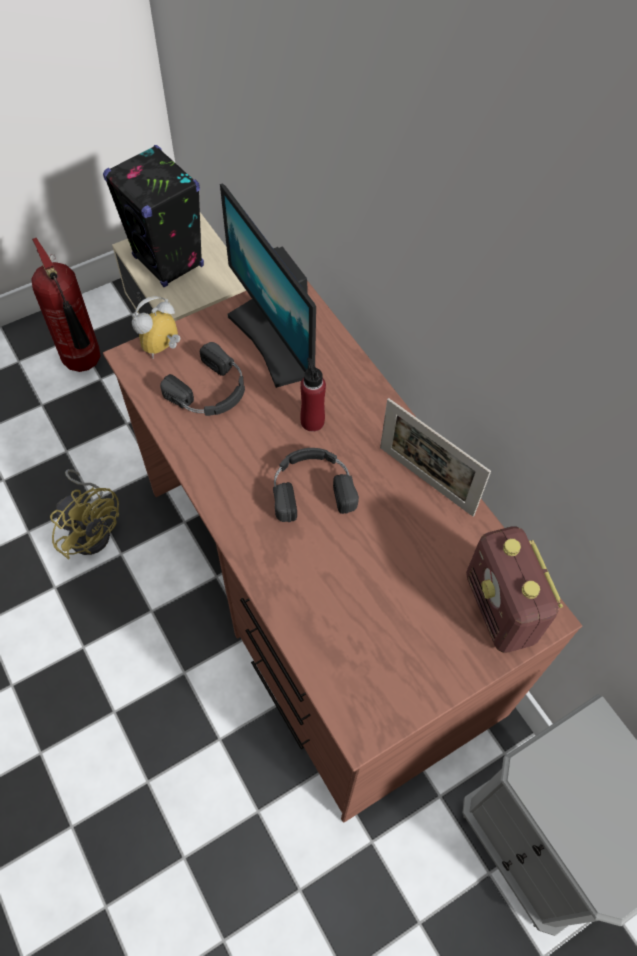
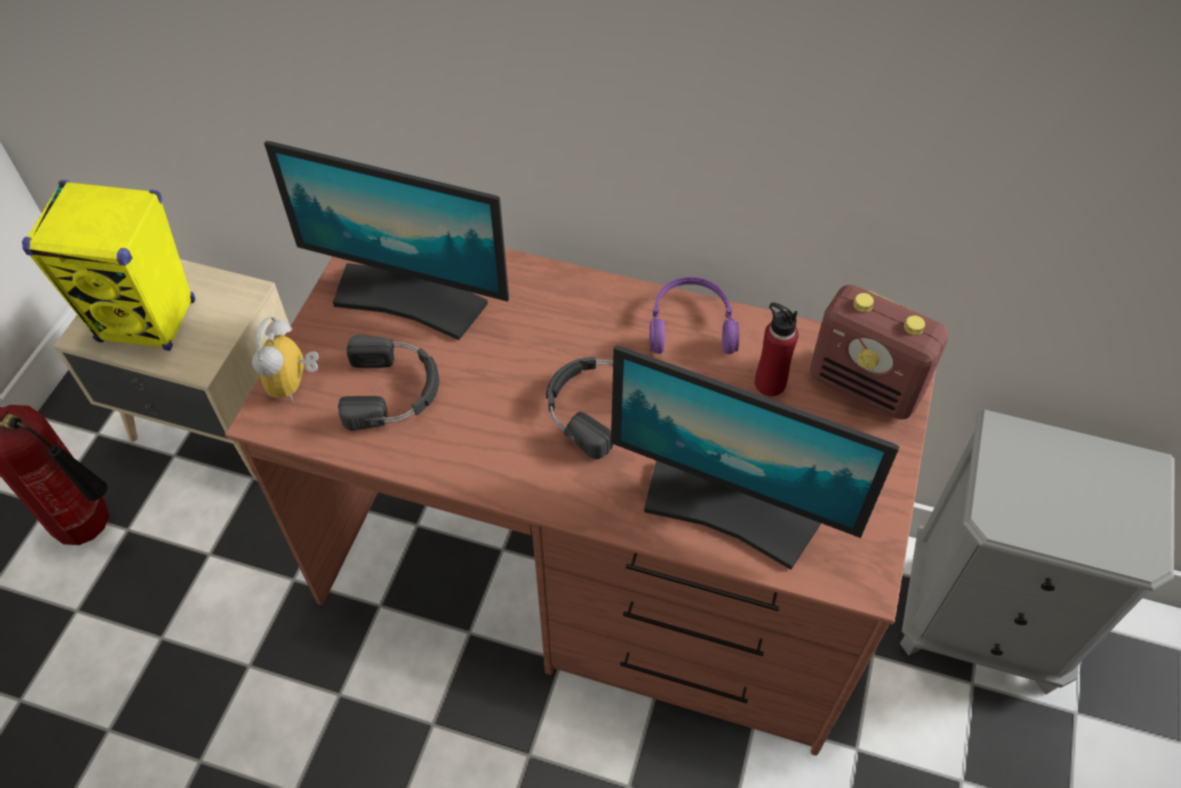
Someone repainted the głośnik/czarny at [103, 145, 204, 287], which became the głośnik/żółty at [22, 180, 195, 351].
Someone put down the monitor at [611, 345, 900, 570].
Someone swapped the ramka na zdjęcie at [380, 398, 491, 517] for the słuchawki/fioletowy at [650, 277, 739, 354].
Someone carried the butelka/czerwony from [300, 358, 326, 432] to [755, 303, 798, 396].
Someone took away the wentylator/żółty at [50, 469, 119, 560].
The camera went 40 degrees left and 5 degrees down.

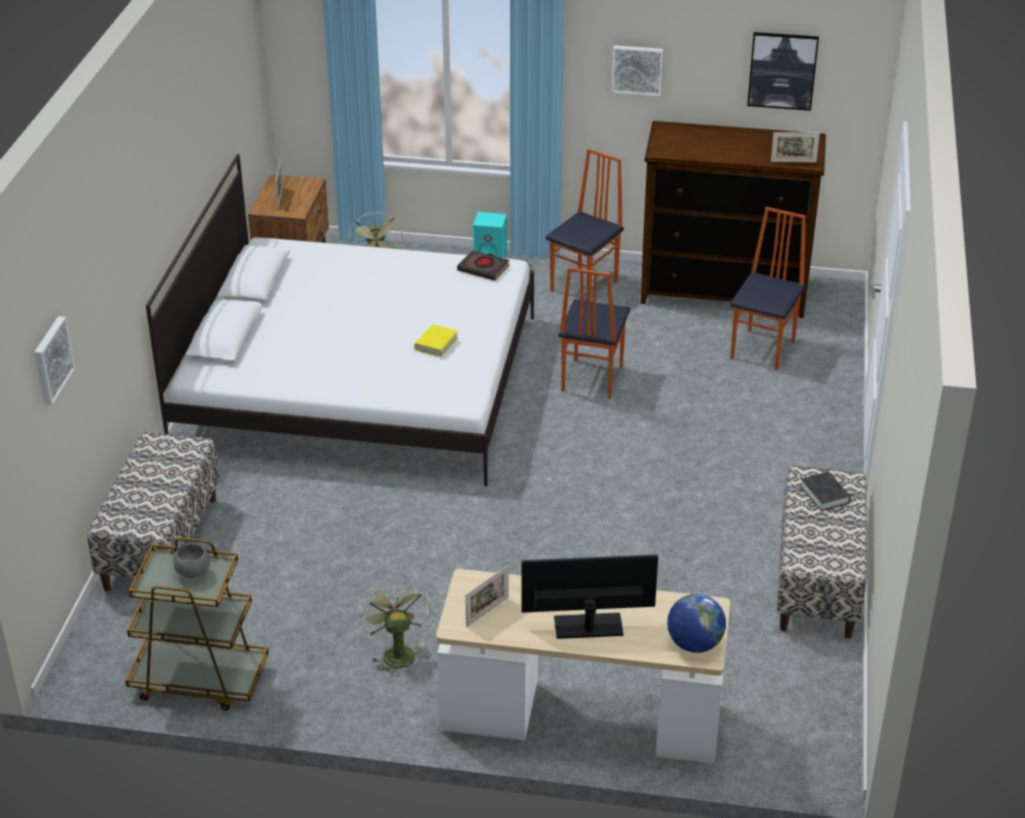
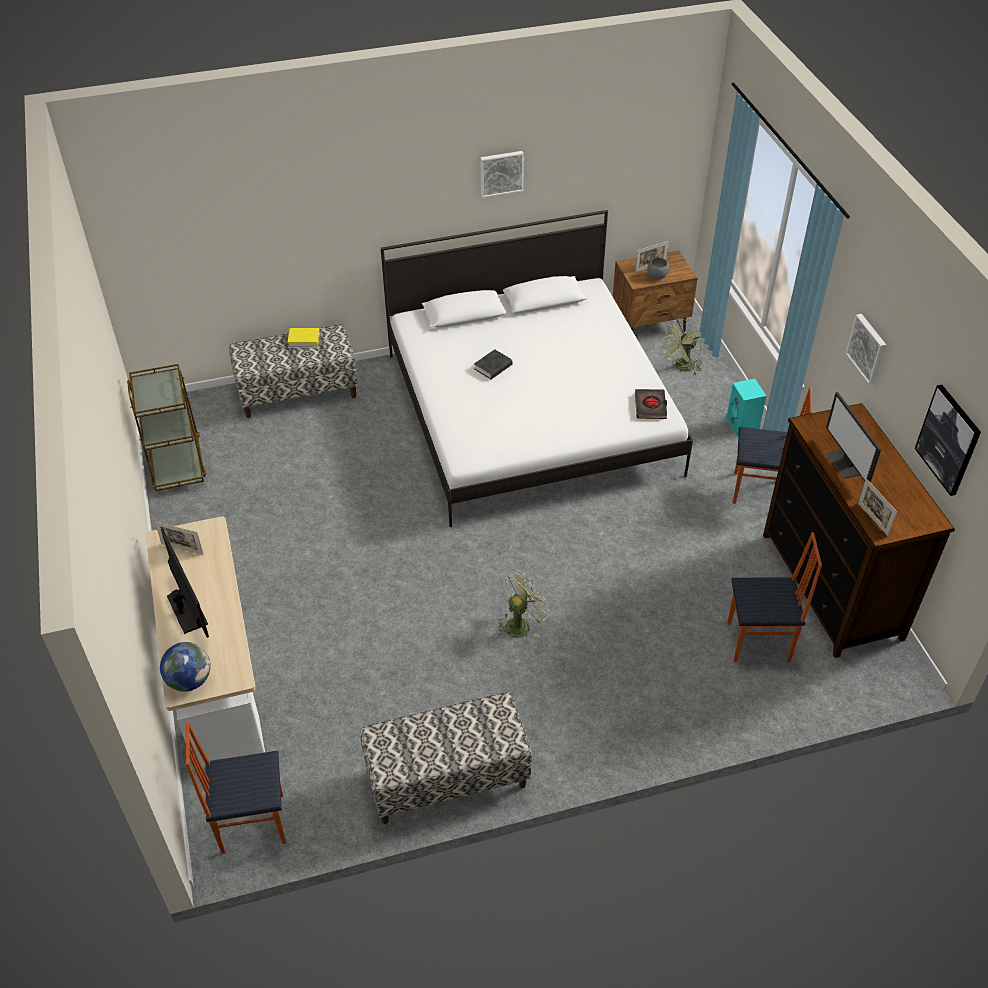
Someone carried the krzesło from [558, 267, 630, 399] to [186, 721, 286, 854].
Someone carried the książka/żółty from [414, 324, 458, 357] to [287, 328, 320, 348].
Someone carried the książka/czarny from [800, 472, 851, 511] to [474, 349, 513, 379].
Someone carried the obraz from [34, 316, 75, 405] to [480, 151, 524, 198].
Someone carried the wentylator/zielony from [359, 583, 431, 677] to [497, 571, 551, 638].
Someone carried the miska/szary from [173, 544, 210, 578] to [647, 258, 669, 279].
Someone put down the monitor at [826, 392, 881, 483].
The camera went 65 degrees right and 10 degrees up.

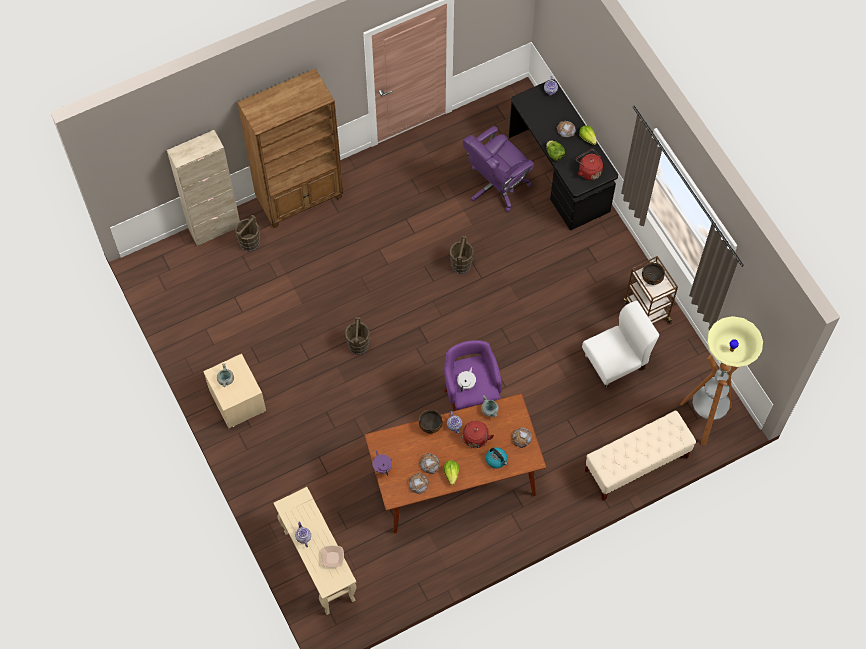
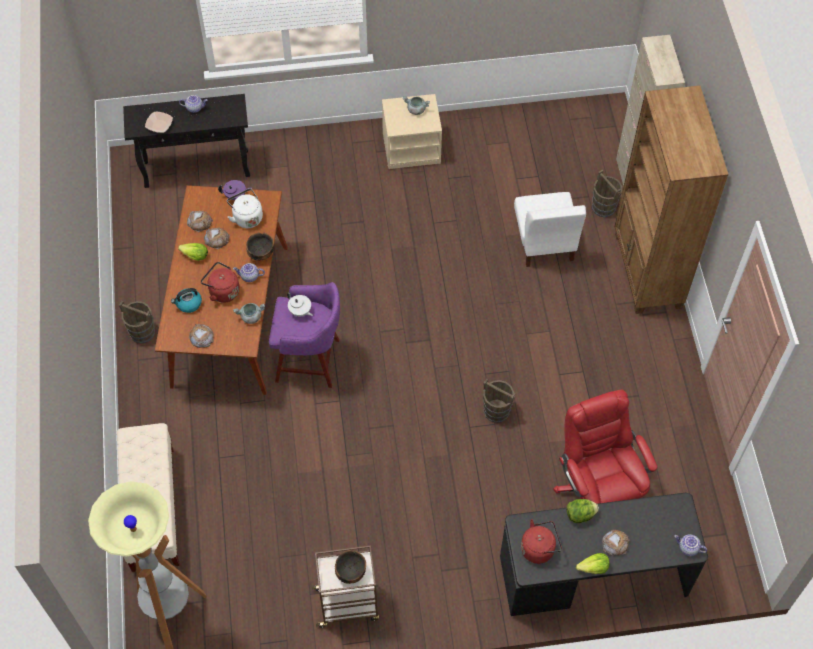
Someone carried the wiadro/brązowy from [345, 317, 370, 355] to [119, 301, 155, 343].
Someone repainted the stolik konsolowy/beżowy at [274, 487, 356, 615], which became the stolik konsolowy/czarny at [123, 94, 250, 188].
Someone put down the czajnik/biały at [227, 188, 263, 228].
Someone carried the krzesło/biały from [582, 301, 659, 388] to [514, 192, 586, 267].
Someone repainted the krzesło biurowe/fioletowy at [463, 126, 534, 212], which became the krzesło biurowe/czerwony at [553, 390, 657, 504].
The camera went 110 degrees right and 5 degrees down.

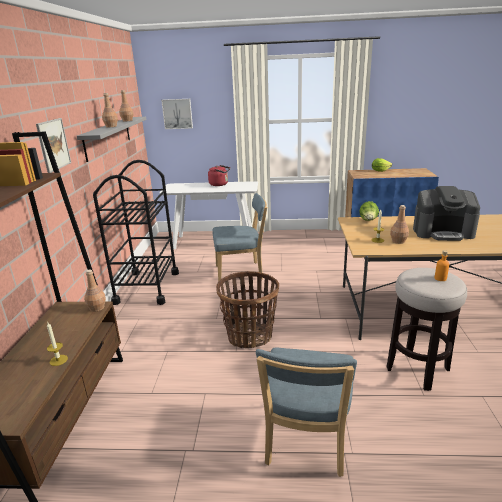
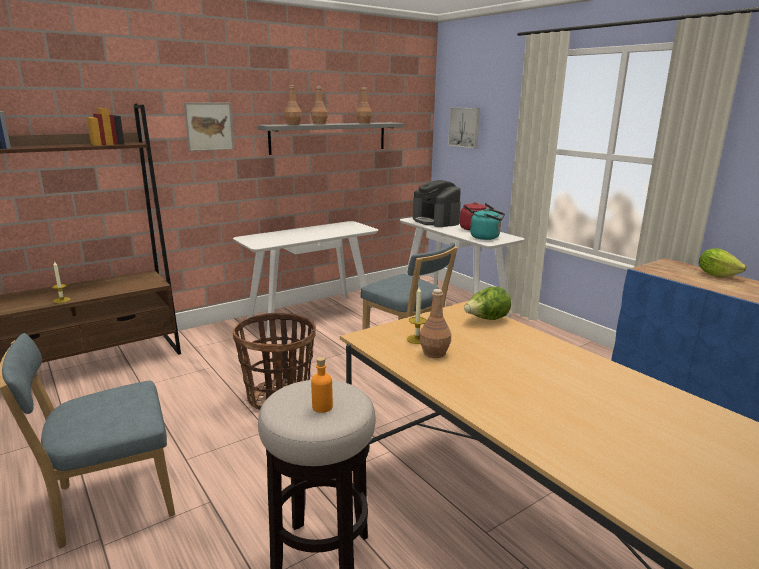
Someone swapped the wózek/czarny at [93, 160, 179, 305] for the stolik konsolowy/biały at [233, 221, 378, 337].
Someone carried the butelka/brązowy from [84, 270, 106, 312] to [284, 86, 302, 125].
Someone carried the ekspres do kawy from [413, 186, 480, 241] to [413, 180, 461, 227].
Someone put down the czajnik/turkusowy at [470, 209, 505, 240].
The camera went 50 degrees right and 5 degrees down.

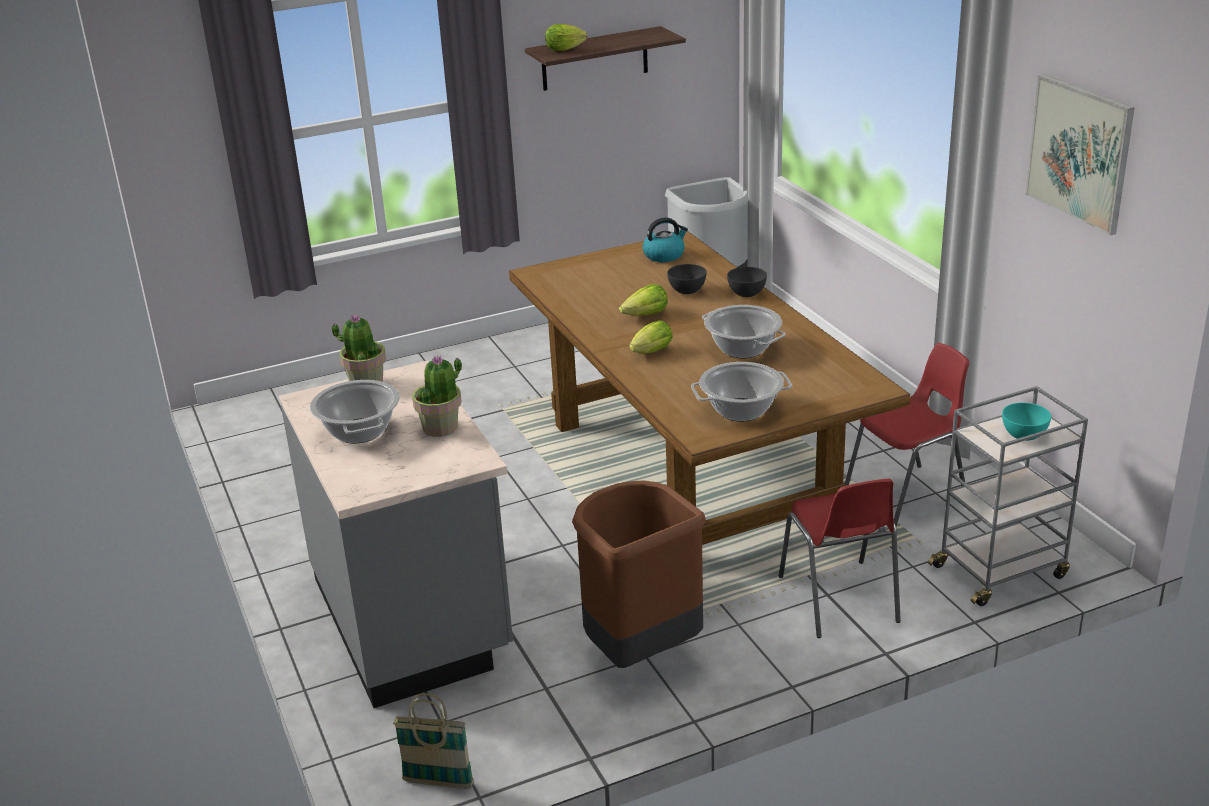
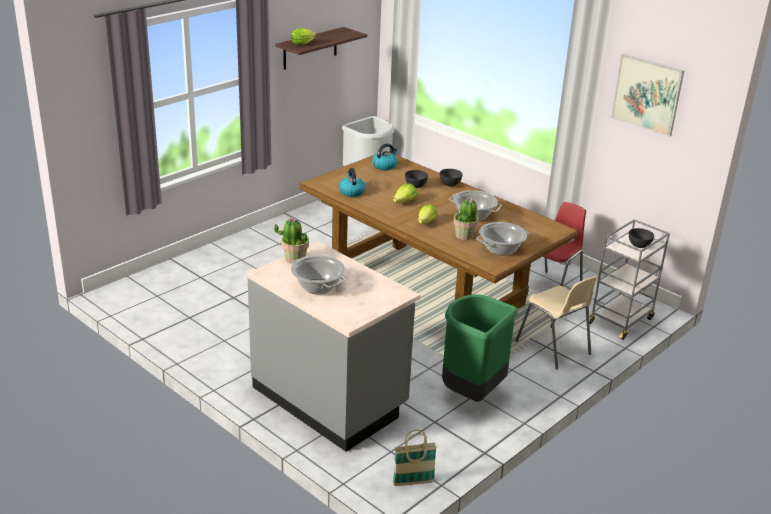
Someone put down the czajnik at [339, 168, 366, 197].
Someone repainted the kosz na śmieci/brązowy at [572, 480, 706, 668], which became the kosz na śmieci/zielony at [442, 294, 518, 402].
Someone carried the roślina doniczkowa from [412, 355, 462, 437] to [453, 197, 479, 240].
Someone repainted the krzesło/czerwony at [779, 479, 901, 638], which became the krzesło/beżowy at [515, 276, 598, 370].
Someone repainted the miska/turkusowy at [1002, 403, 1051, 441], which became the miska/szary at [629, 228, 654, 248].
The camera went 25 degrees left and 0 degrees up.

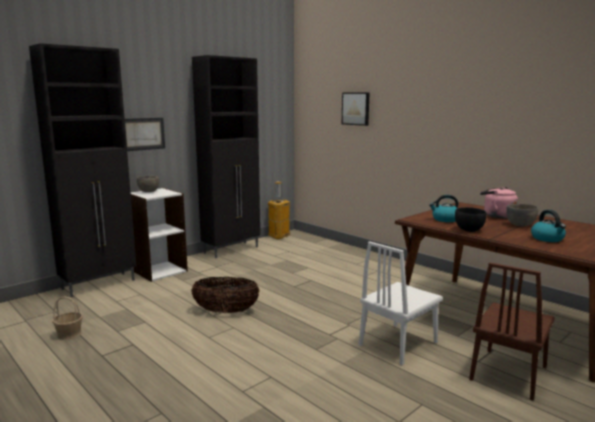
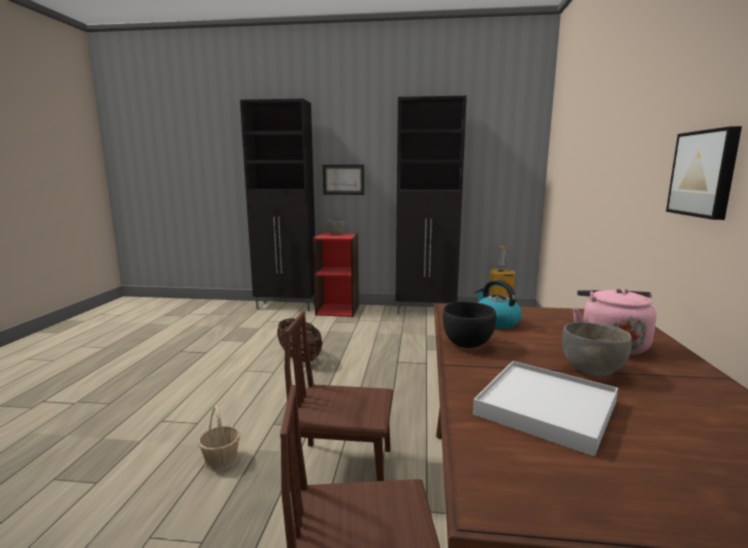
Someone carried the koszyk from [52, 296, 83, 340] to [198, 405, 240, 471].
Someone repainted the krzesło/biały at [359, 241, 443, 365], which became the krzesło/brązowy at [285, 311, 393, 492].
Someone repainted the regał/biały at [131, 188, 188, 282], which became the regał/czerwony at [313, 232, 359, 317].
Someone swapped the czajnik at [531, 210, 566, 242] for the taca/biały at [473, 361, 618, 457].
Someone carried the obraz from [342, 92, 370, 126] to [666, 126, 742, 220].
The camera went 50 degrees right and 0 degrees up.

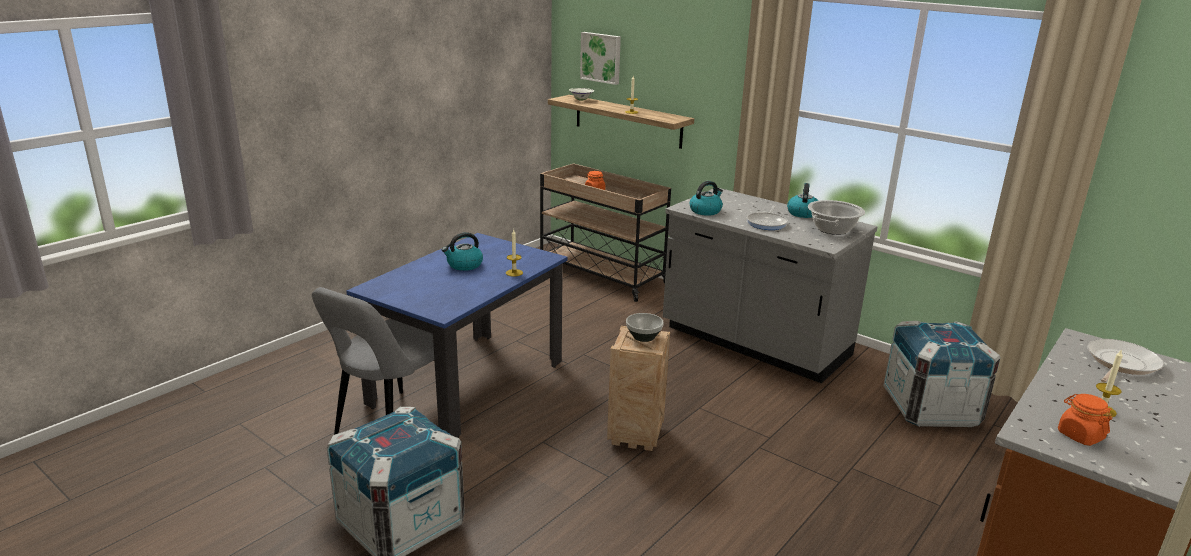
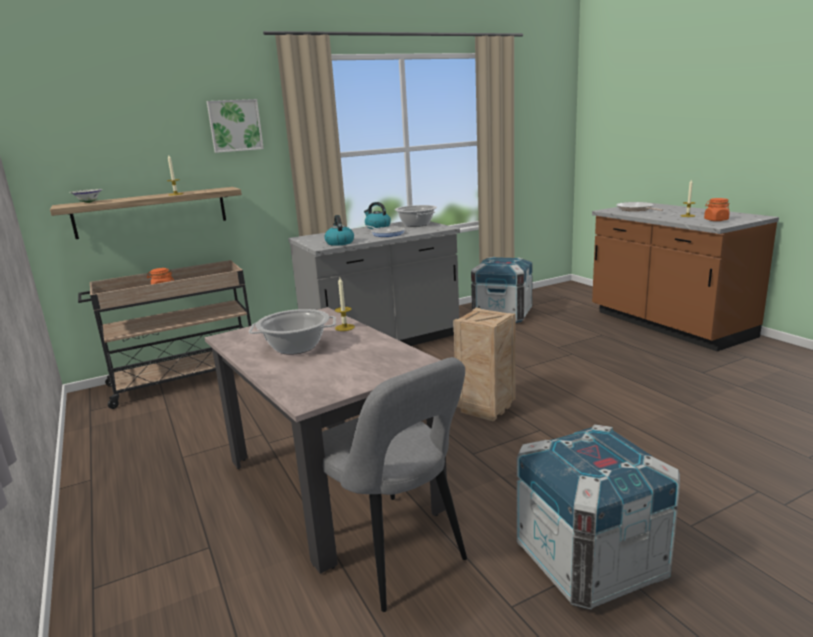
Someone repainted the stół jadalny/niebieski at [346, 233, 568, 438], which became the stół jadalny/beżowy at [205, 307, 447, 574].
Someone carried the obraz from [580, 32, 621, 85] to [207, 99, 264, 153].
Someone swapped the czajnik at [442, 232, 483, 271] for the garnek at [249, 309, 336, 355].
Someone took away the miska at [626, 313, 664, 342].
The camera went 65 degrees left and 5 degrees down.

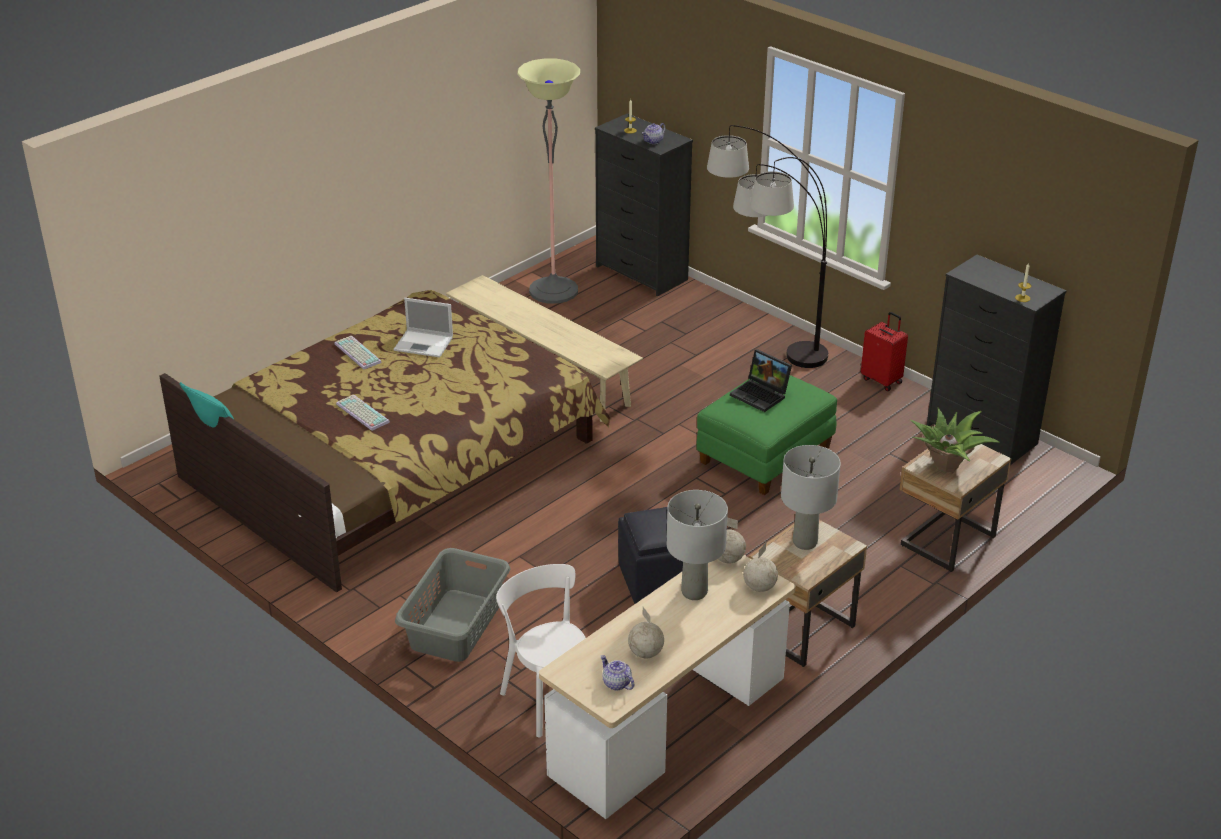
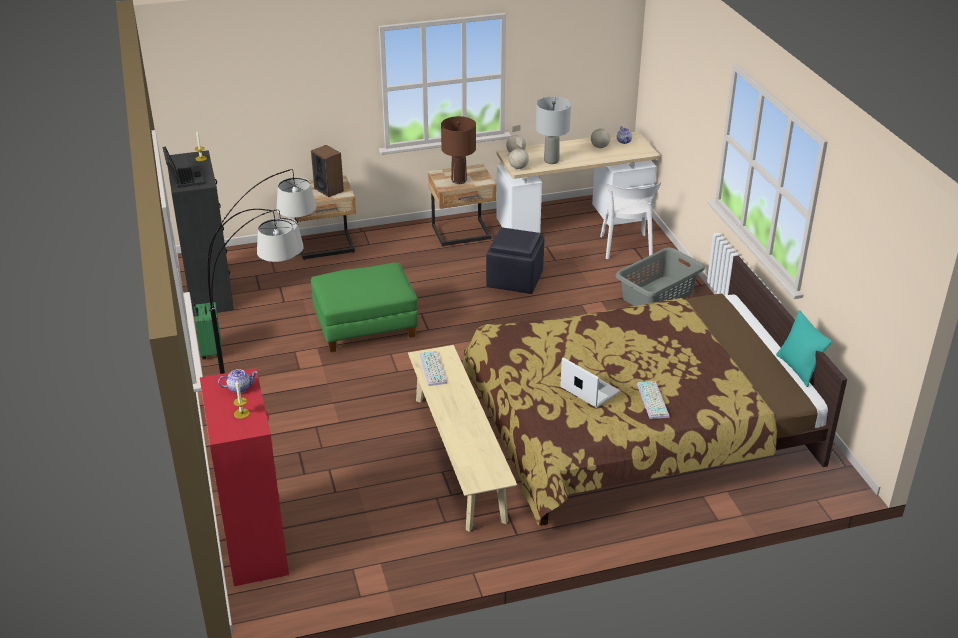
Someone carried the laptop from [730, 349, 792, 412] to [163, 146, 205, 188].
Someone repainted the walizka/czerwony at [861, 312, 908, 391], which became the walizka/zielony at [193, 297, 223, 359].
Someone repainted the komoda/czarny at [595, 113, 693, 297], which became the komoda/czerwony at [200, 368, 289, 586].
Someone swapped the roślina doniczkowa at [910, 408, 1000, 473] for the głośnik at [311, 145, 344, 197].
Someone carried the klawiatura from [336, 395, 390, 431] to [420, 351, 447, 386].
Someone repainted the lampa stołowa/szary at [781, 445, 841, 550], which became the lampa stołowa/brązowy at [441, 116, 476, 184].
Someone took away the lampa stojąca at [517, 58, 580, 304].
The camera went 150 degrees left and 0 degrees up.

